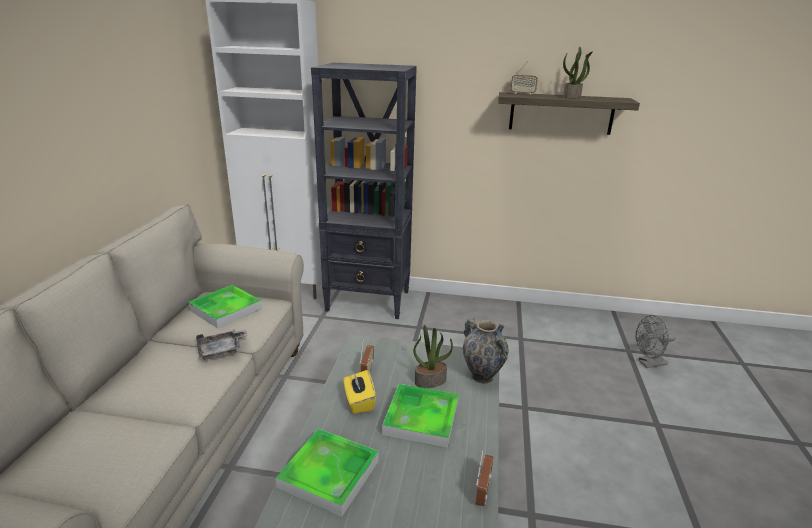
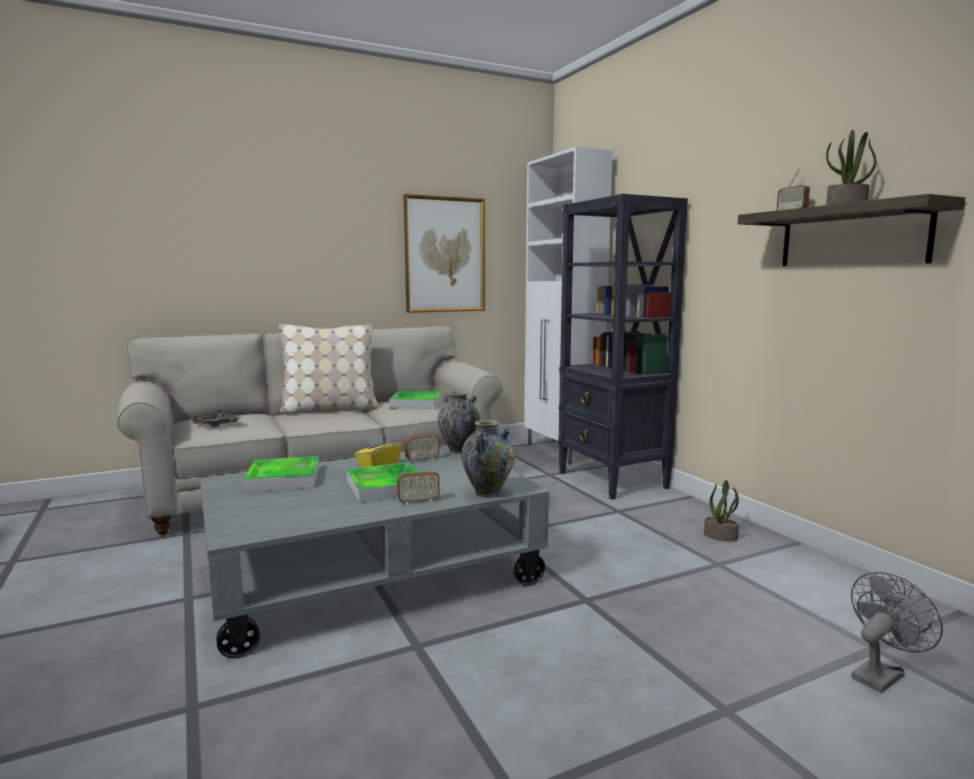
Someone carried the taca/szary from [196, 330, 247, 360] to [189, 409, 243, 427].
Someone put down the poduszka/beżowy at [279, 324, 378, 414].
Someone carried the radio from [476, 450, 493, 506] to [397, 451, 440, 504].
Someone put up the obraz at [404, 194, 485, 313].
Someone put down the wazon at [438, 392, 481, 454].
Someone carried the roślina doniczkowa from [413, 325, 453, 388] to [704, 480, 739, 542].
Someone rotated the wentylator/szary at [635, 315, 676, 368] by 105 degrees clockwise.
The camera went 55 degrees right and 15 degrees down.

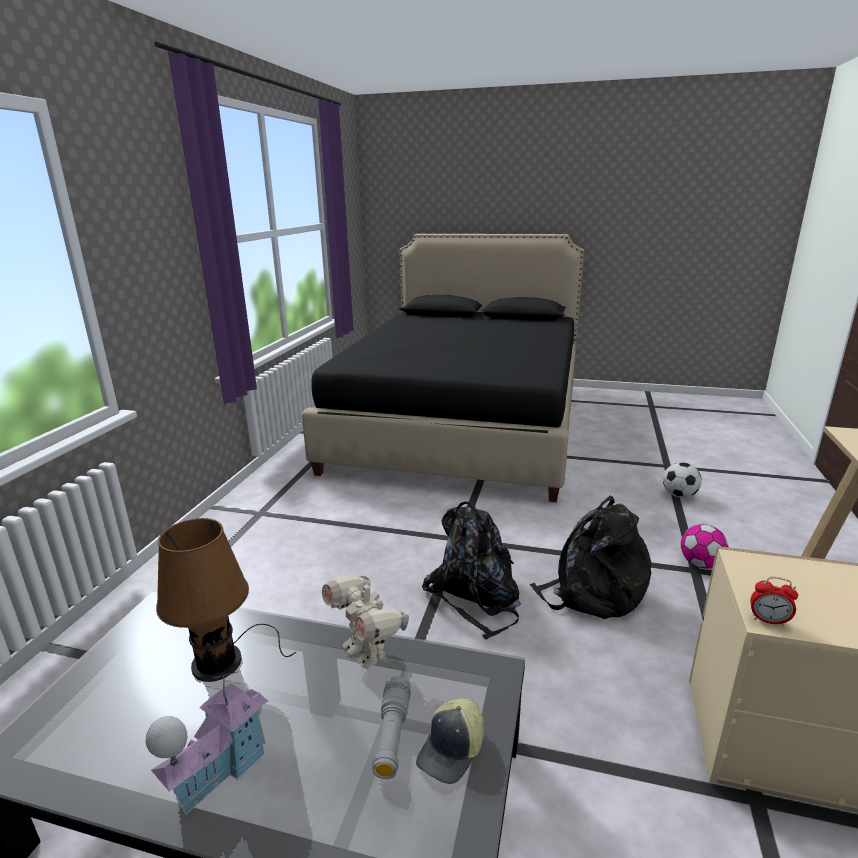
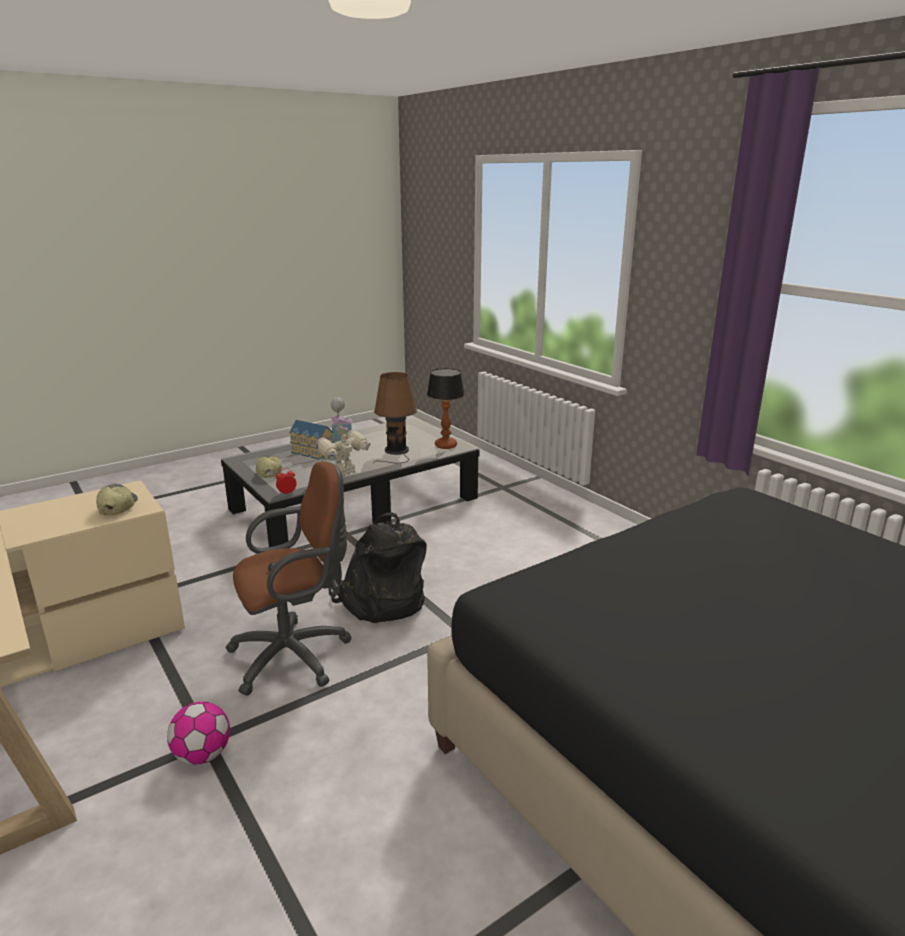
Someone put down the czapka z daszkiem at [96, 484, 138, 515].
Someone swapped the plecak/czarny at [530, 496, 652, 619] for the krzesło biurowe/brązowy at [225, 462, 352, 696].
Someone carried the budzik from [750, 577, 798, 626] to [276, 468, 297, 495].
Someone put down the domek at [289, 420, 334, 460].
Someone rotated the robot zabawkowy at [322, 576, 409, 669] by 45 degrees counterclockwise.
Someone put down the lampa stołowa at [427, 368, 465, 449].
Someone took away the latarka/szary at [372, 676, 411, 779].
Someone took away the piłka futbolowa at [663, 462, 702, 498].
The camera went 130 degrees right and 0 degrees up.

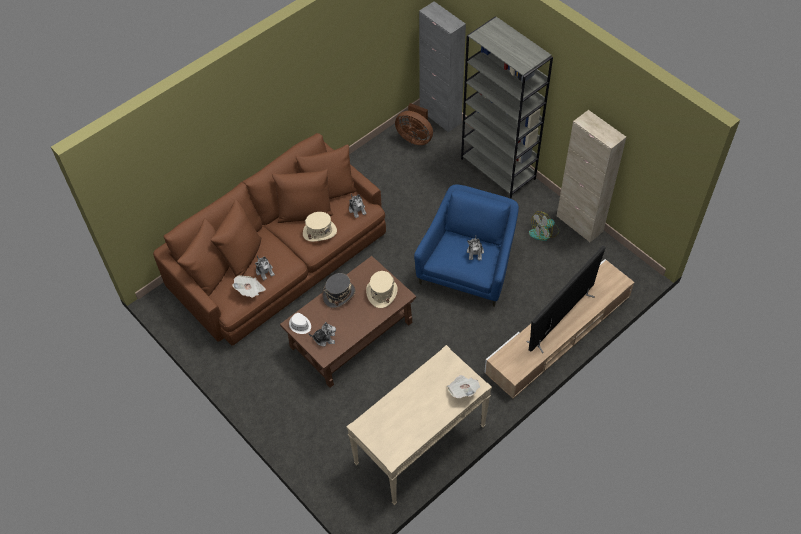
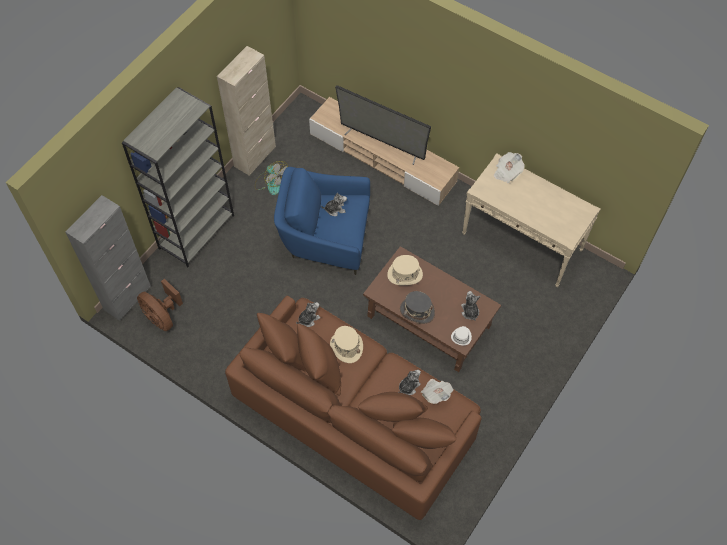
Someone rotated the wentylator/brązowy at [395, 103, 433, 145] by 120 degrees clockwise.
The camera went 105 degrees left and 5 degrees up.

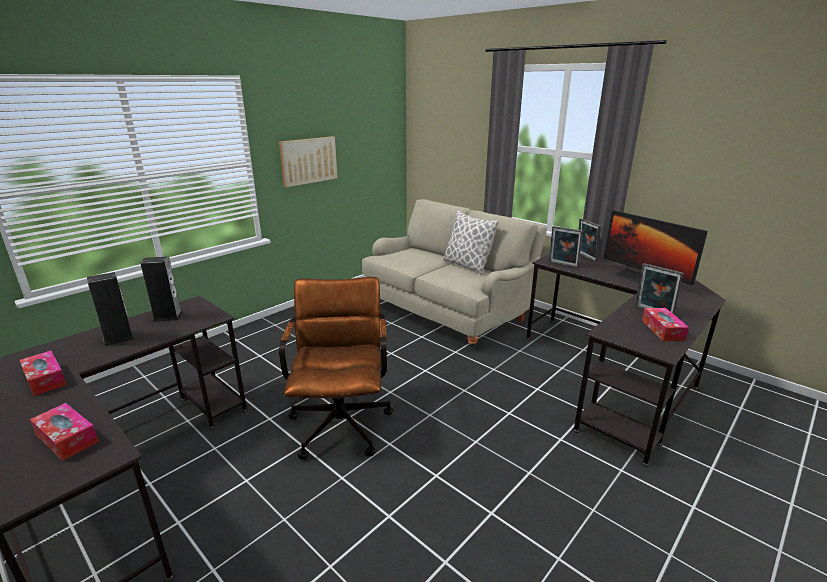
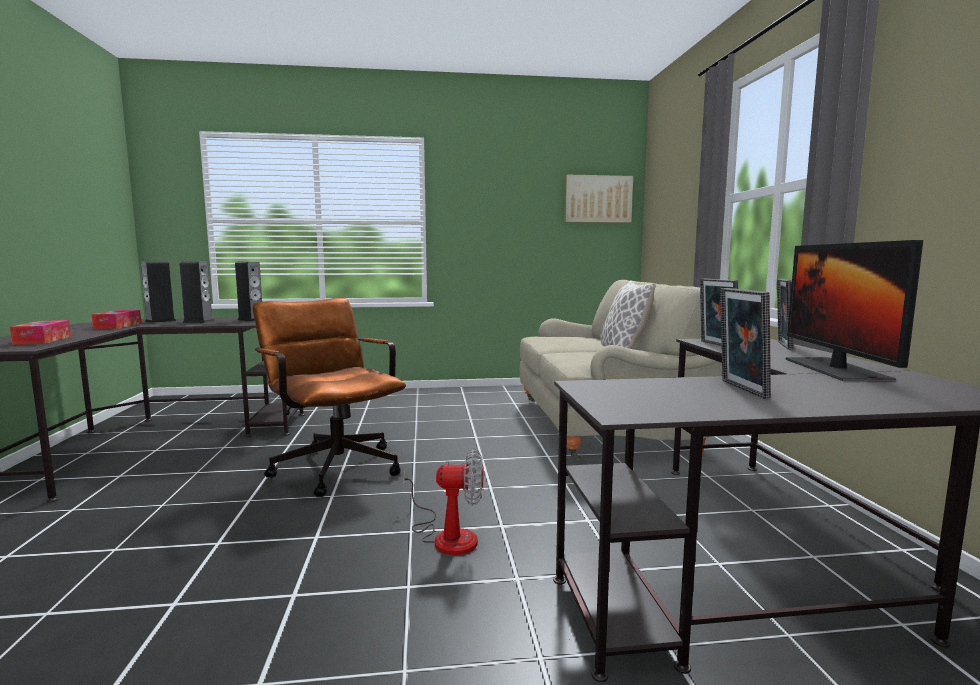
Someone put down the głośnik at [141, 262, 176, 323].
Someone rotated the krzesło biurowe/brązowy at [279, 277, 393, 460] by 75 degrees counterclockwise.
Someone put down the wentylator at [403, 449, 483, 555].
Someone carried the obraz from [279, 136, 338, 187] to [565, 175, 633, 223].
Someone took away the pudełko chusteczek at [642, 308, 689, 341].
The camera went 40 degrees right and 15 degrees down.

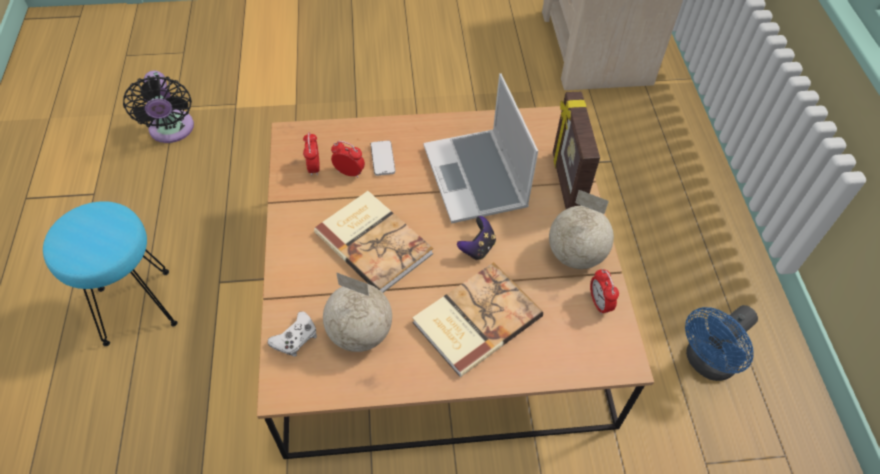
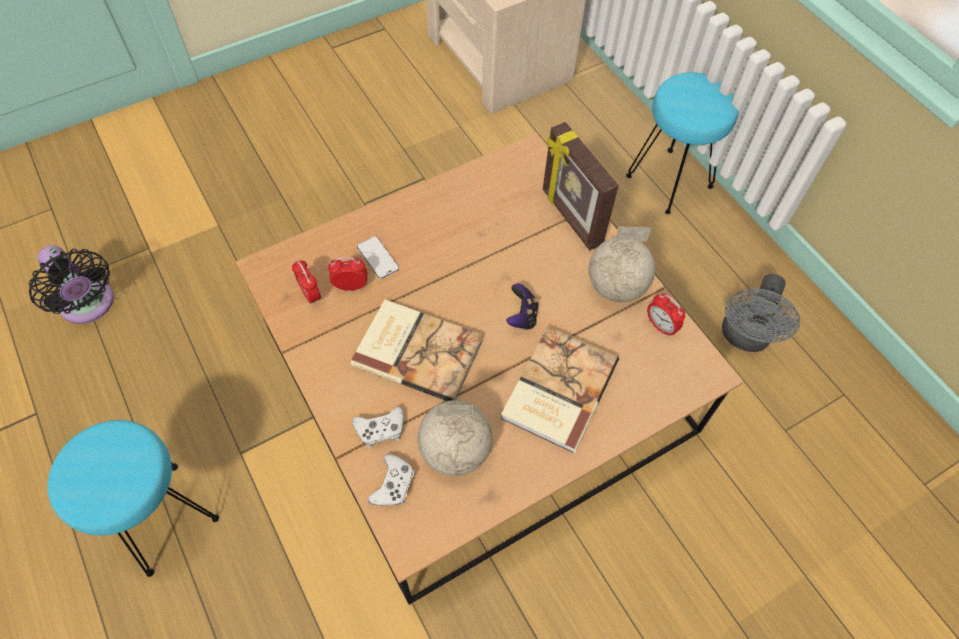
Someone put down the pad do gier/biały at [353, 406, 404, 448].
Someone put down the stołek/turkusowy at [626, 72, 739, 214].
Someone repainted the wentylator/niebieski at [685, 305, 758, 381], which became the wentylator/szary at [722, 274, 800, 352].
Someone took away the laptop at [423, 73, 538, 223].
The camera went 25 degrees left and 5 degrees up.

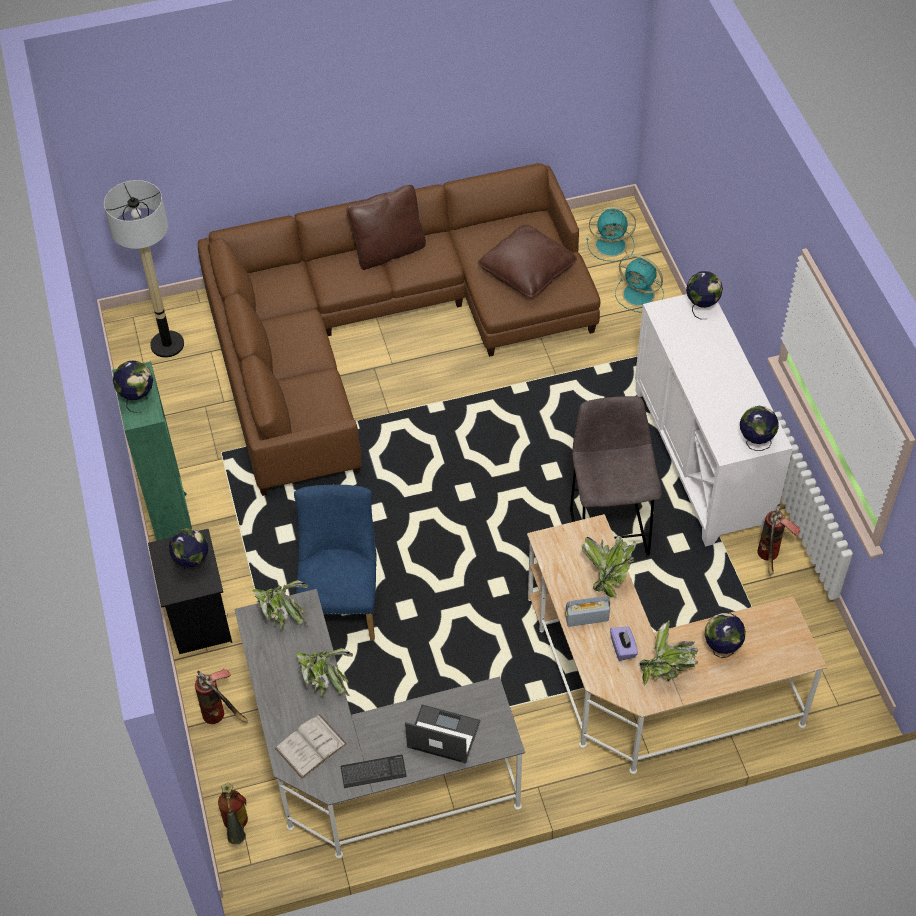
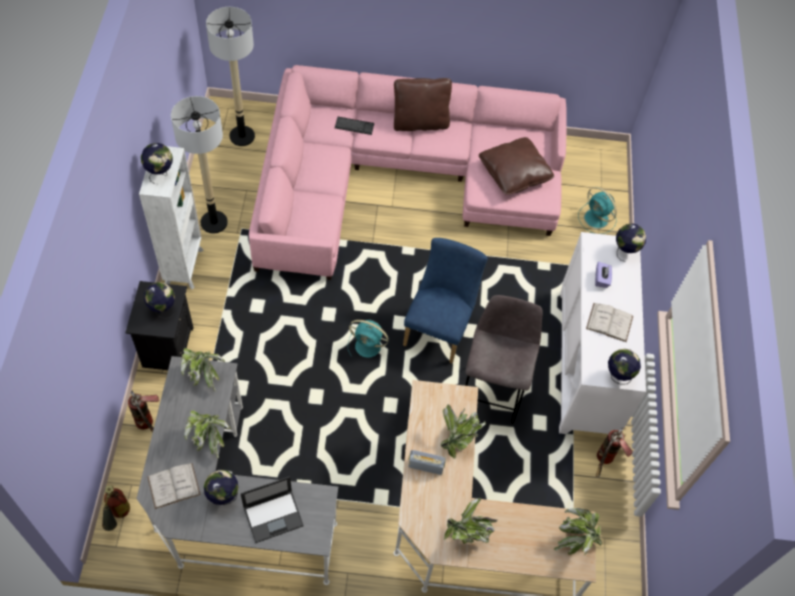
Someone repainted the regał/zielony at [112, 361, 192, 541], which became the regał/biały at [139, 146, 204, 289].
Someone put down the lampa stojąca at [171, 96, 228, 233].
Someone carried the globus from [705, 613, 746, 658] to [204, 470, 238, 505].
Someone rotated the laptop at [405, 704, 480, 764] by 120 degrees clockwise.
Someone repainted the kanapa/brązowy at [198, 163, 600, 496], which became the kanapa/różowy at [249, 65, 567, 280].
Someone carried the klawiatura from [341, 755, 407, 788] to [335, 117, 374, 135].
Someone carried the wentylator/turkusowy from [586, 207, 636, 261] to [348, 320, 389, 357].
Someone carried the krzesło/niebieski from [294, 485, 377, 640] to [403, 238, 488, 363].
Someone put down the roślina doniczkowa at [554, 508, 602, 556].
Someone put down the książka/biały at [586, 303, 633, 342].
Someone carried the pudełko chusteczek/fioletowy from [610, 627, 638, 661] to [595, 262, 612, 288].
The camera went 15 degrees right and 5 degrees up.

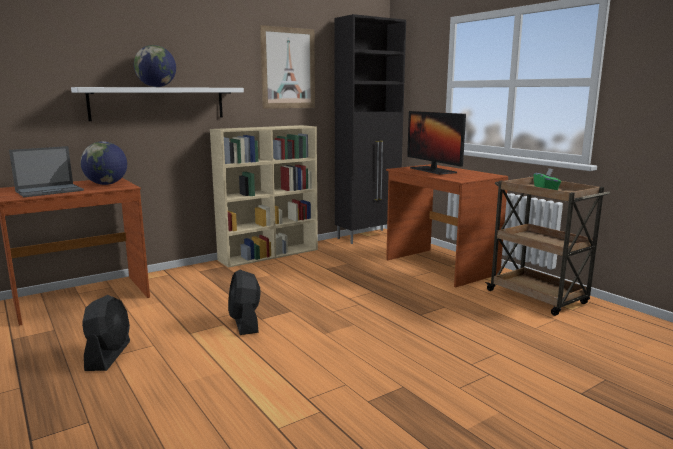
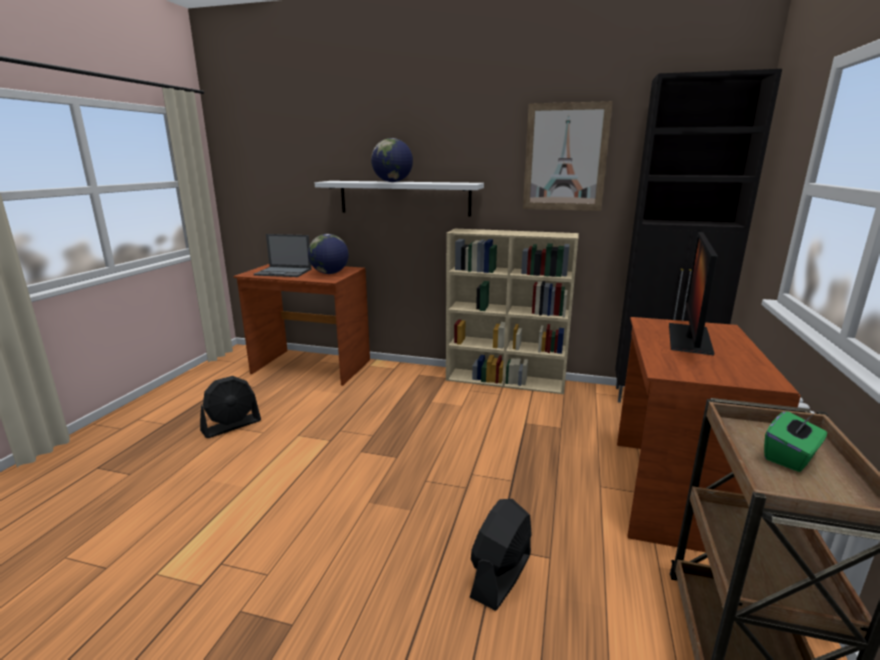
Someone carried the wentylator/czarny from [228, 270, 260, 335] to [470, 499, 532, 611].
The camera went 50 degrees right and 5 degrees up.

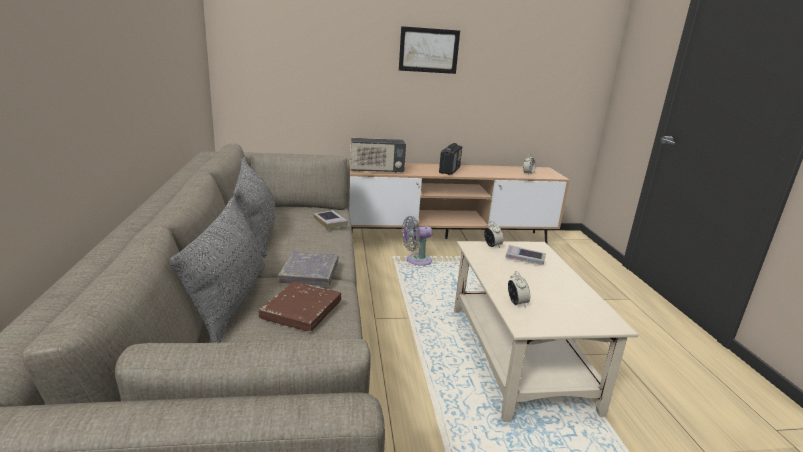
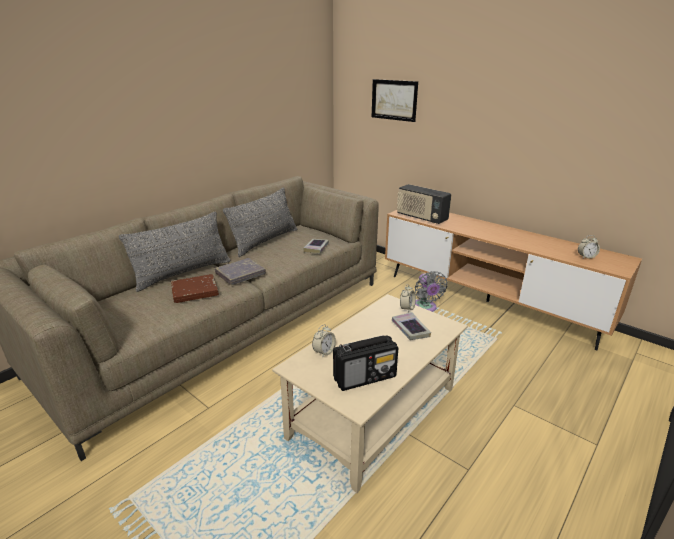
Someone carried the radio from [439, 143, 462, 175] to [333, 335, 398, 391].
Someone carried the obraz from [399, 26, 460, 74] to [372, 79, 418, 122].
Someone rotated the wentylator/szary at [402, 216, 432, 266] by 135 degrees counterclockwise.
The camera went 50 degrees right and 5 degrees up.

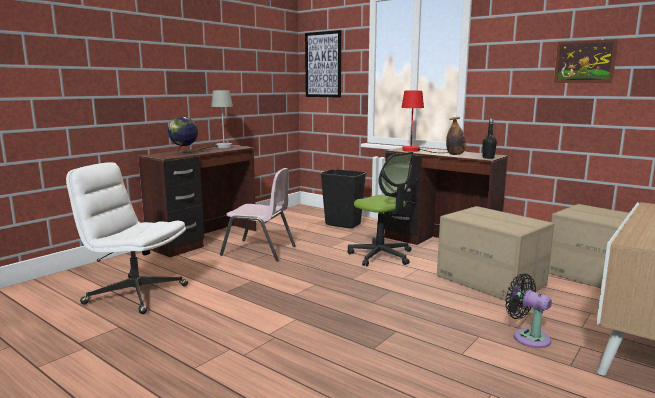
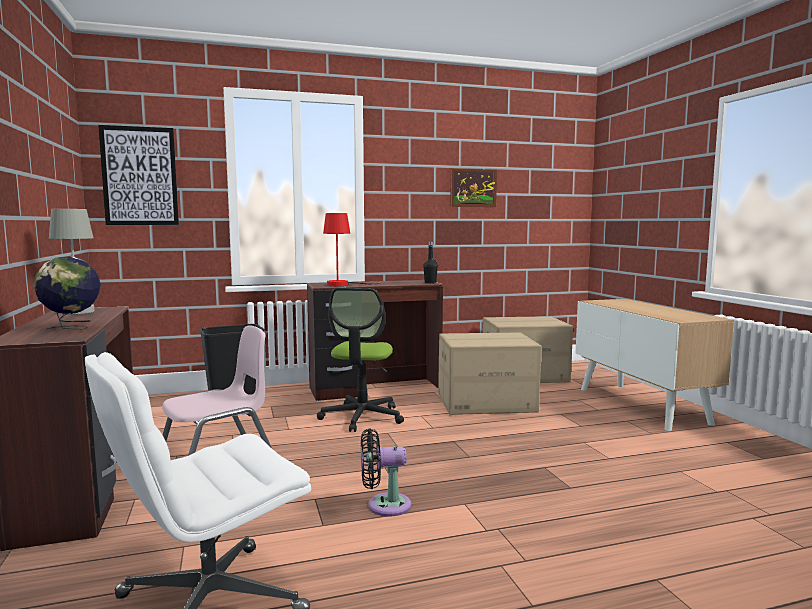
Someone rotated the krzesło biurowe at [347, 152, 413, 266] by 105 degrees clockwise.
Someone carried the wentylator/czarny from [505, 273, 552, 348] to [361, 428, 411, 516].
Someone took away the butelka at [446, 117, 466, 155].
The camera went 55 degrees left and 5 degrees down.

